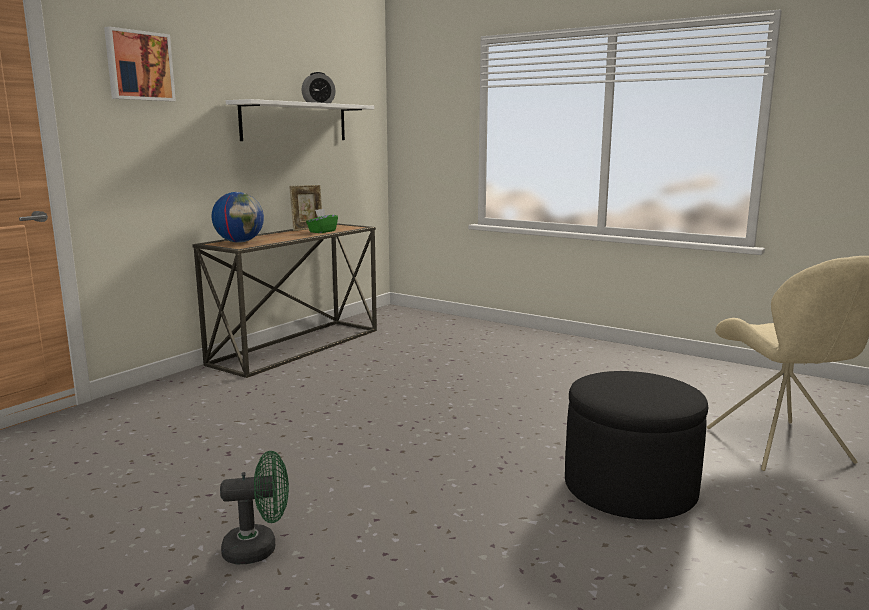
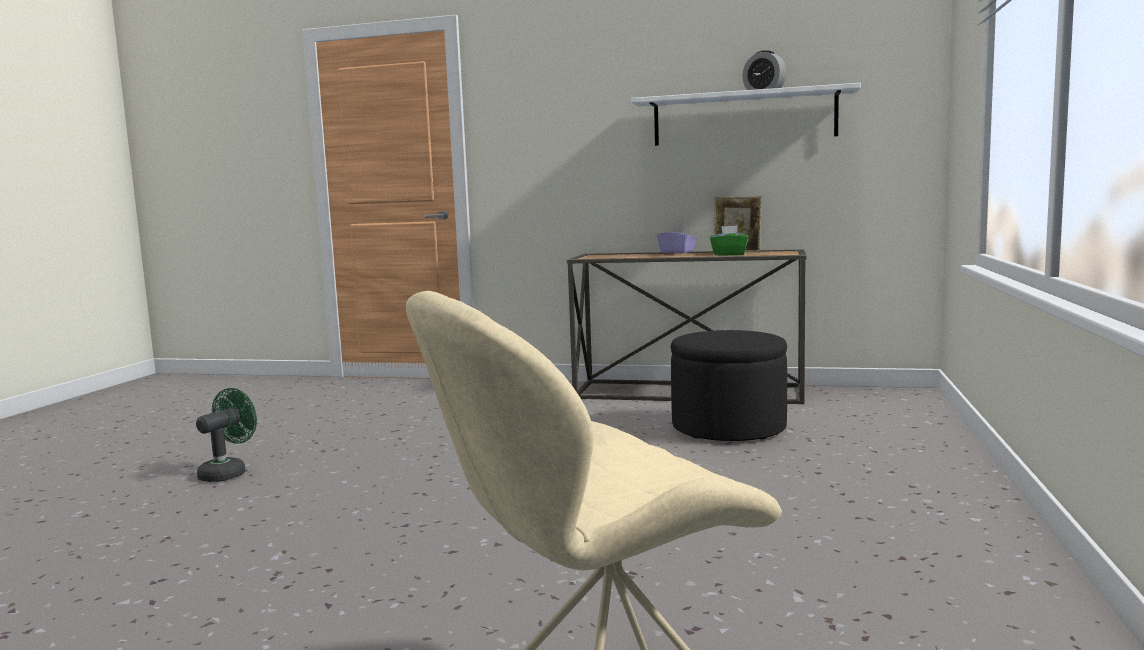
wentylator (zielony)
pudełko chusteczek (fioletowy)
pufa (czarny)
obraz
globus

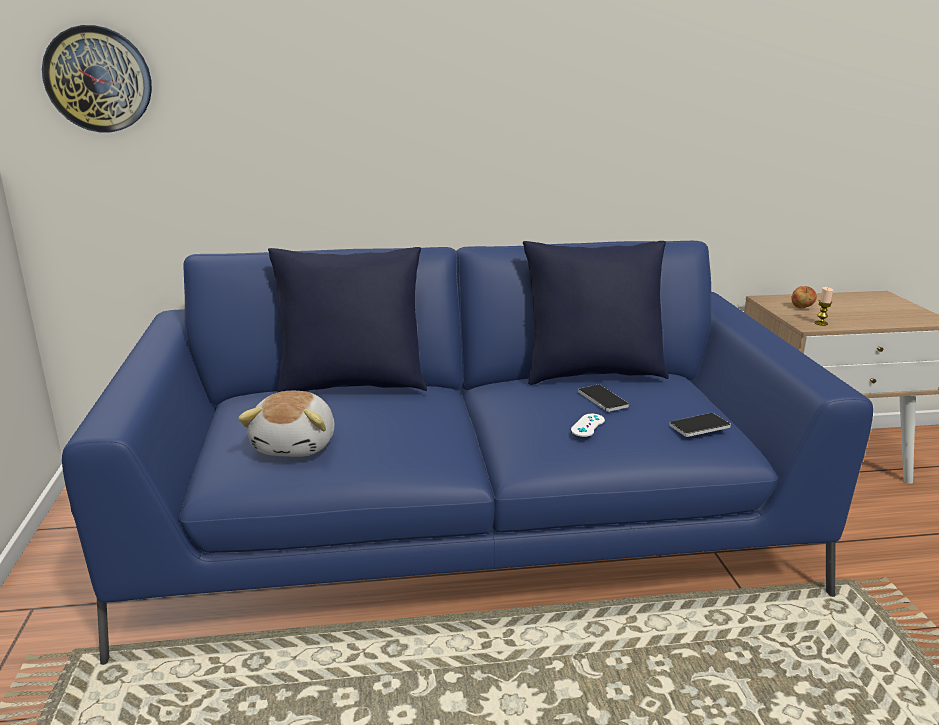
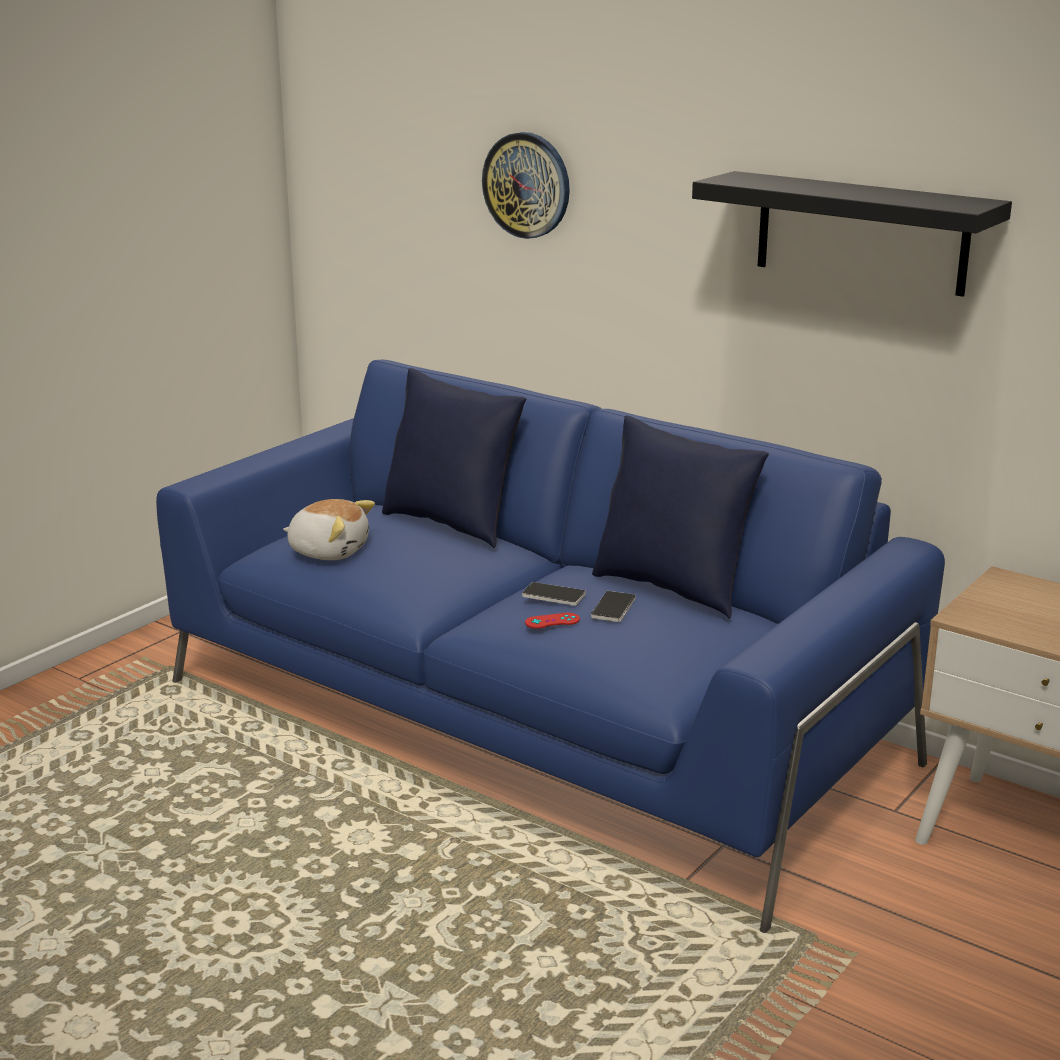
pluszak
zegar ścienny
telefon (1st from left)
pad do gier (czerwony)
półka (czarny)
jabłko
świeca

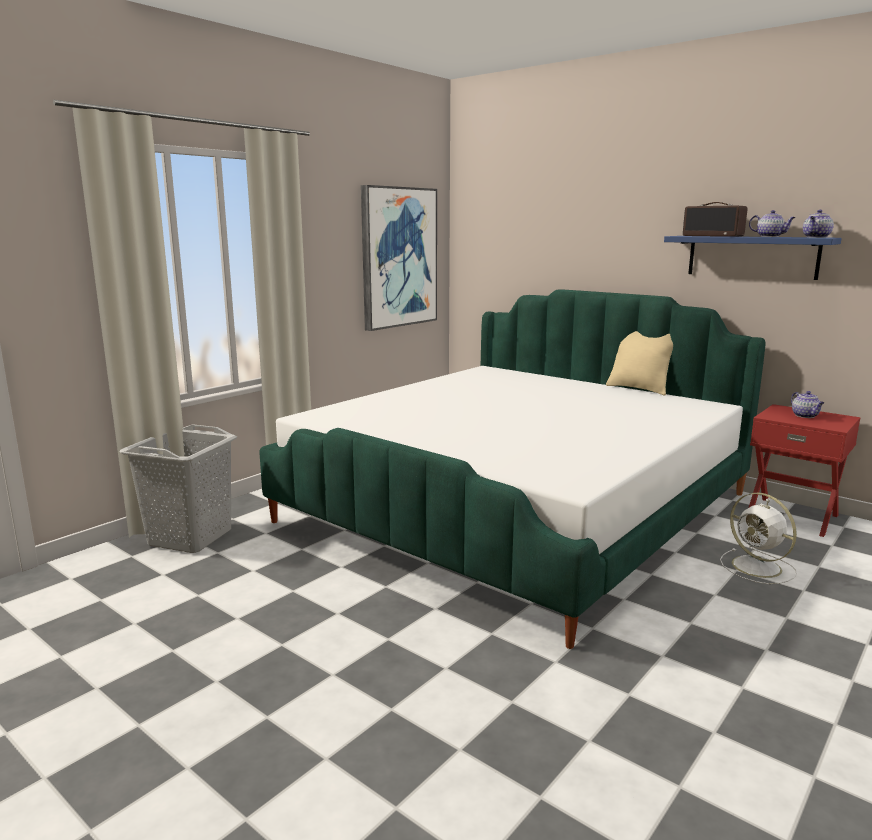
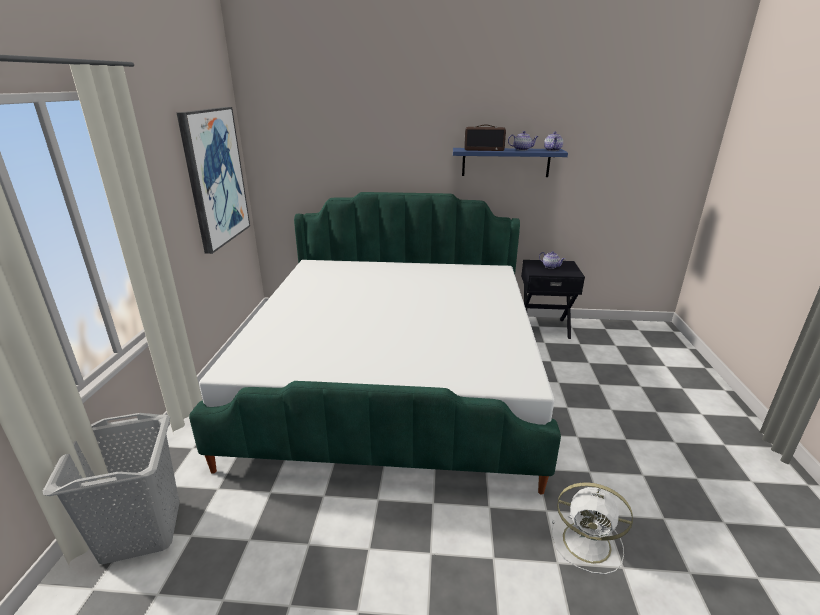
szafka nocna (czarny)
wentylator (biały)
poduszka (beżowy)

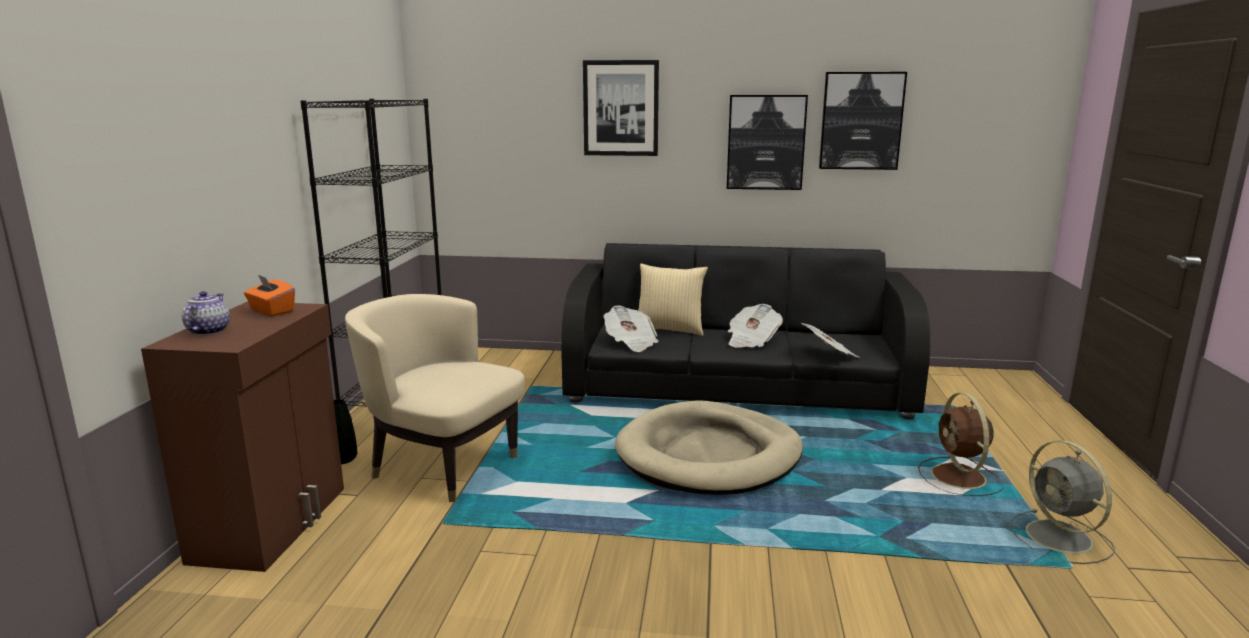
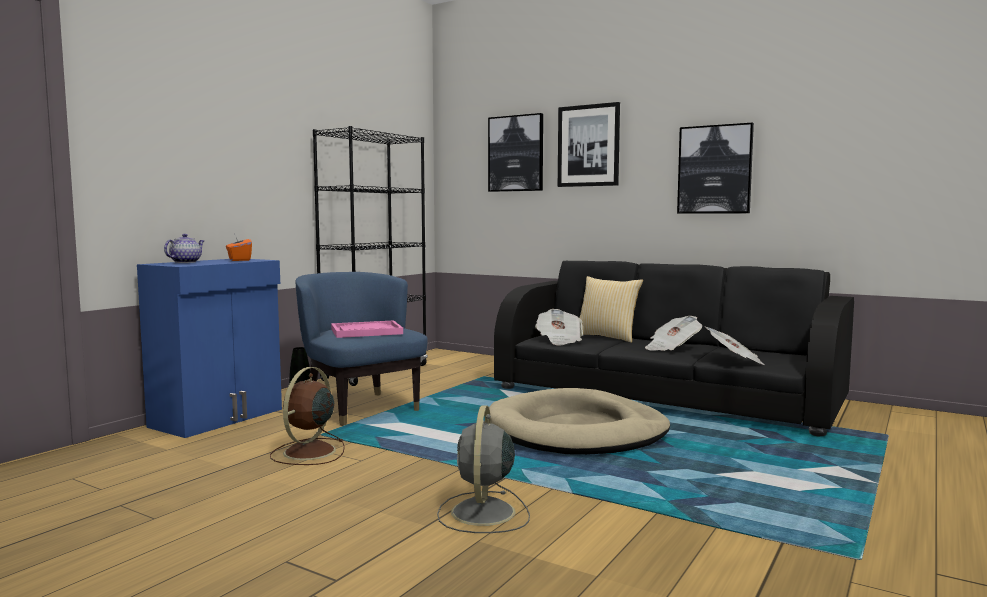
szafka (niebieski)
wentylator (brązowy)
fotel (niebieski)
taca (różowy)
wentylator (szary)
obraz (1st from left)

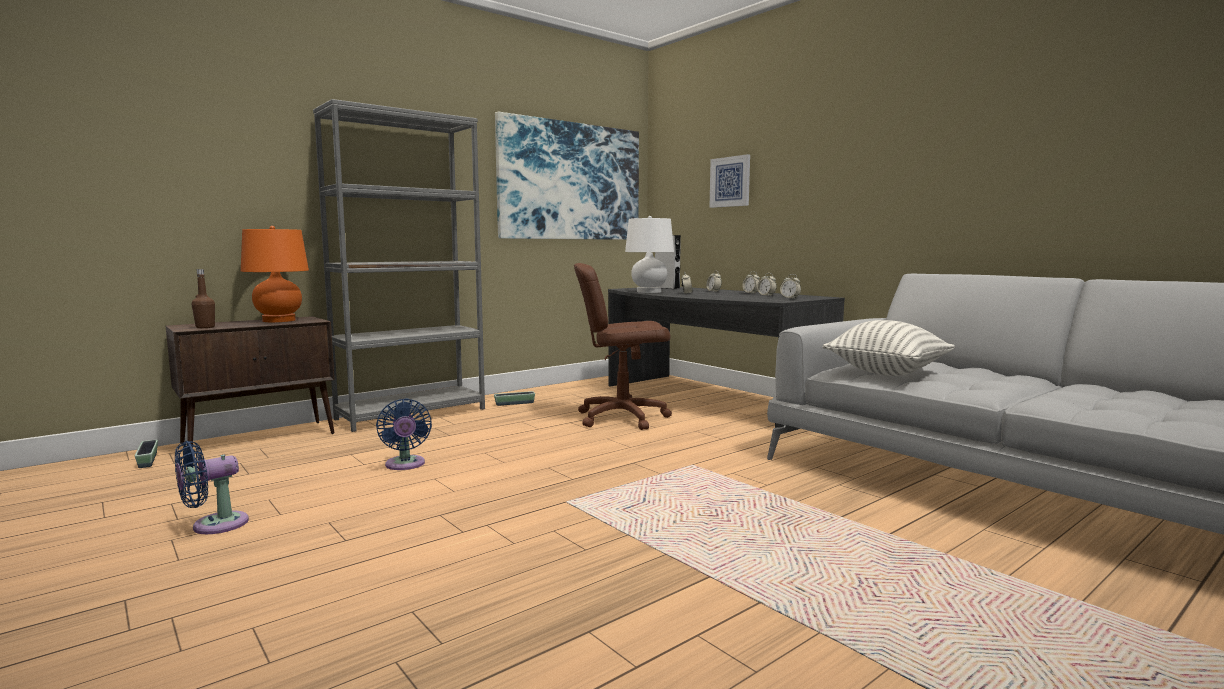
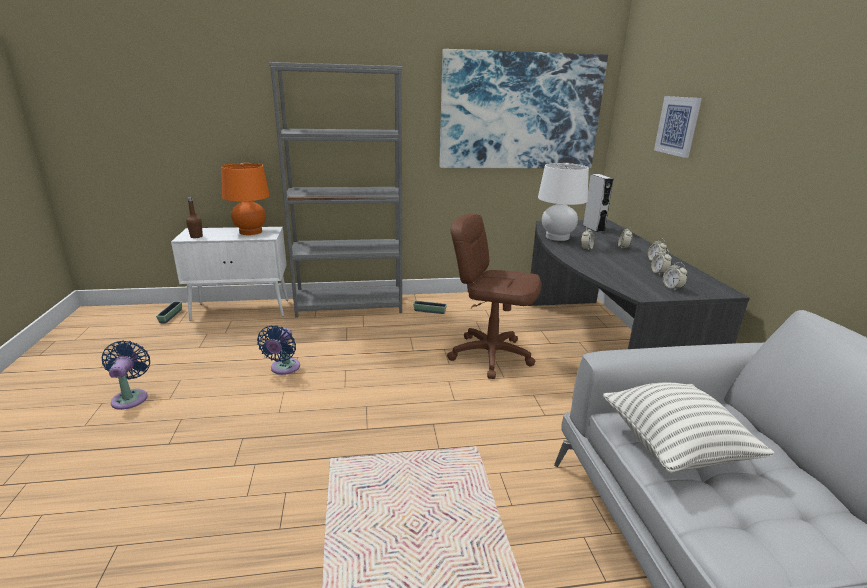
wentylator (niebieski) (1st from left)
szafka (biały)

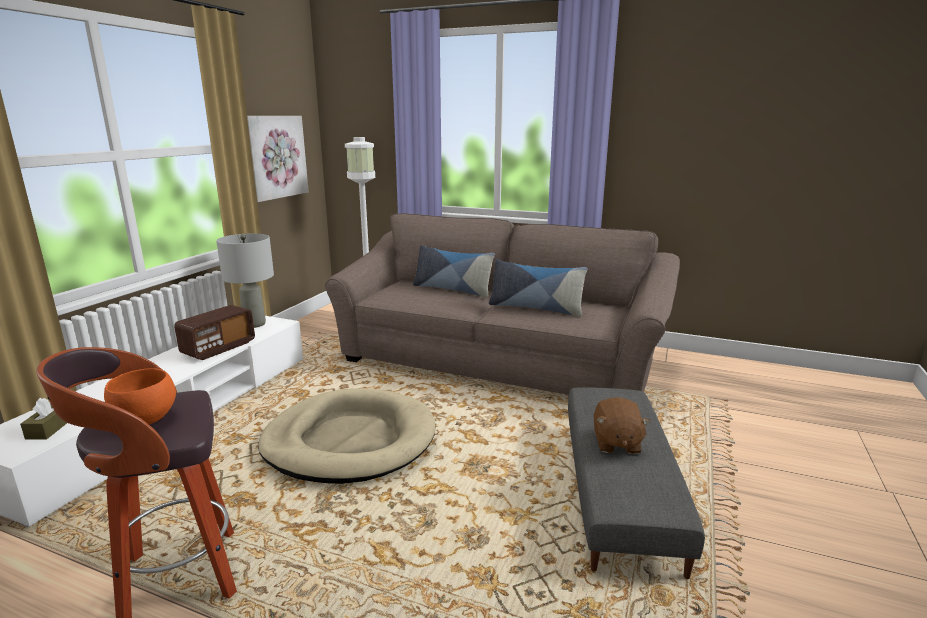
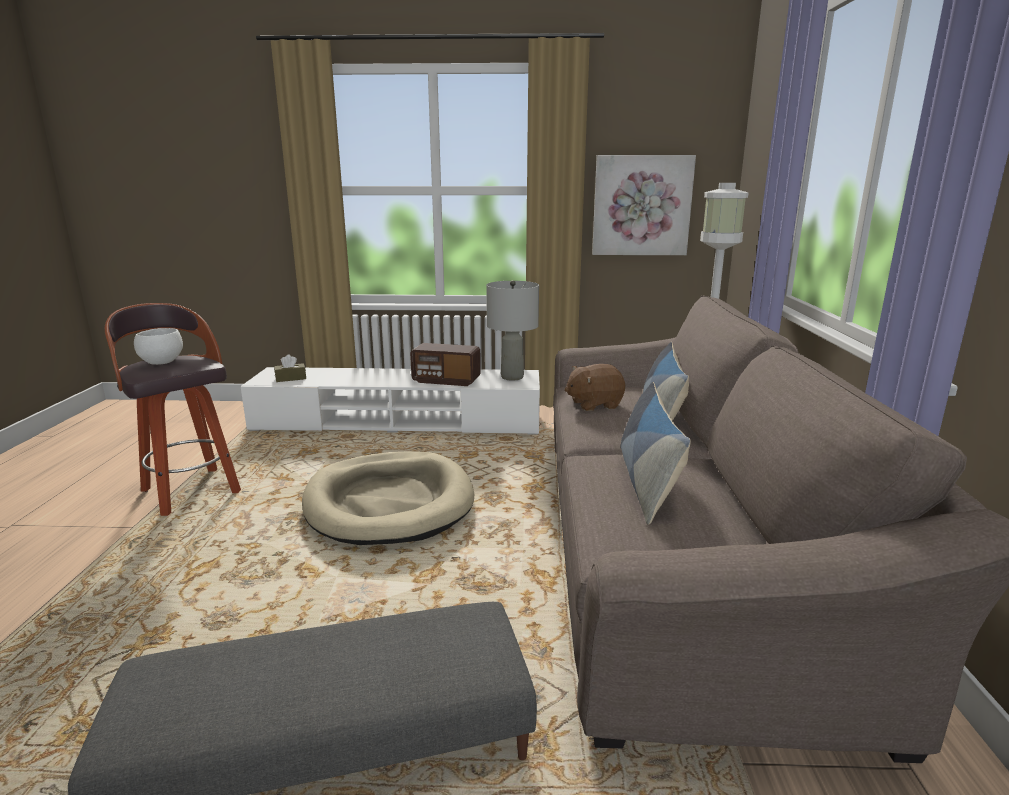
miska (biały)
pluszak (brązowy)

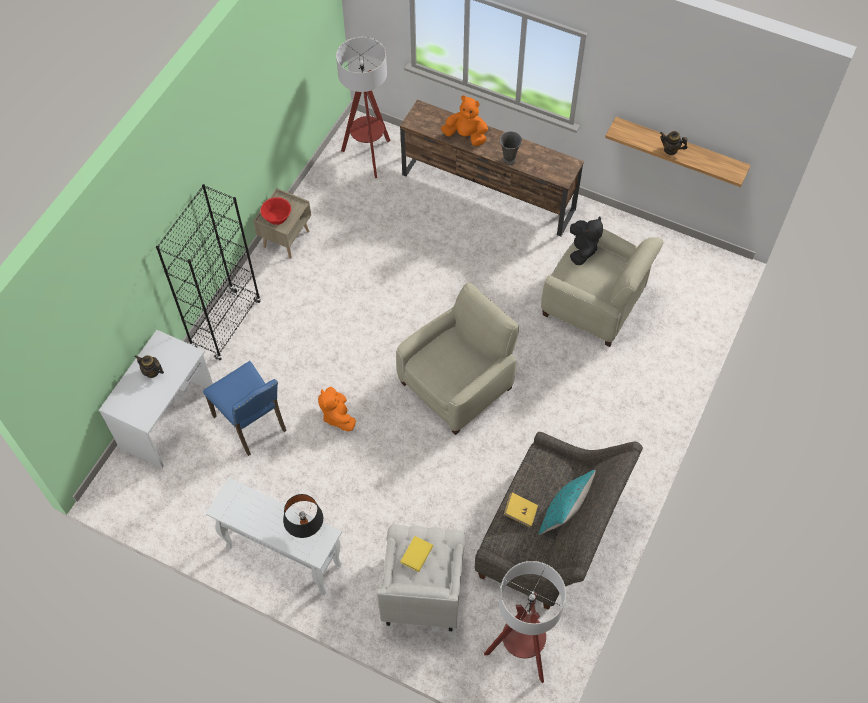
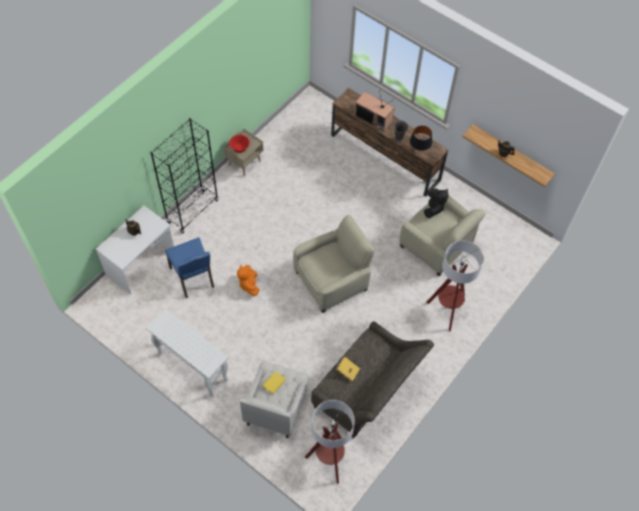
telewizor
lampa stołowa (czarny)
lampa stojąca (2nd from left)
poduszka (turkusowy)

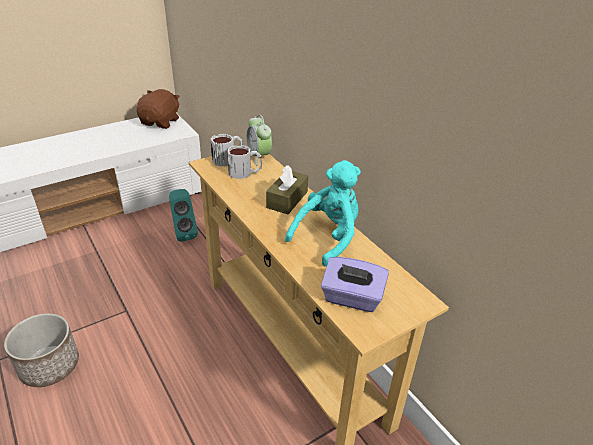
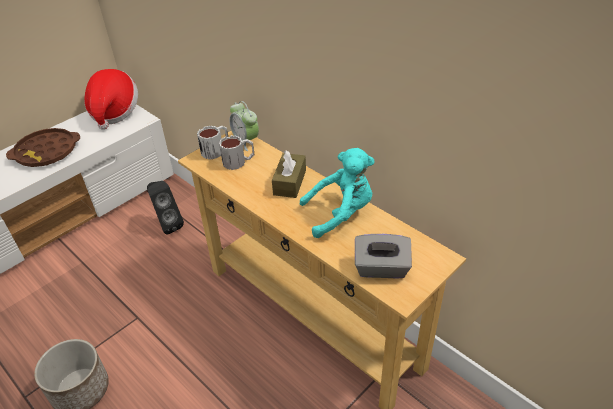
taca (brązowy)
kapelusz
głośnik (czarny)
pluszak (turkusowy)
pudełko chusteczek (szary)

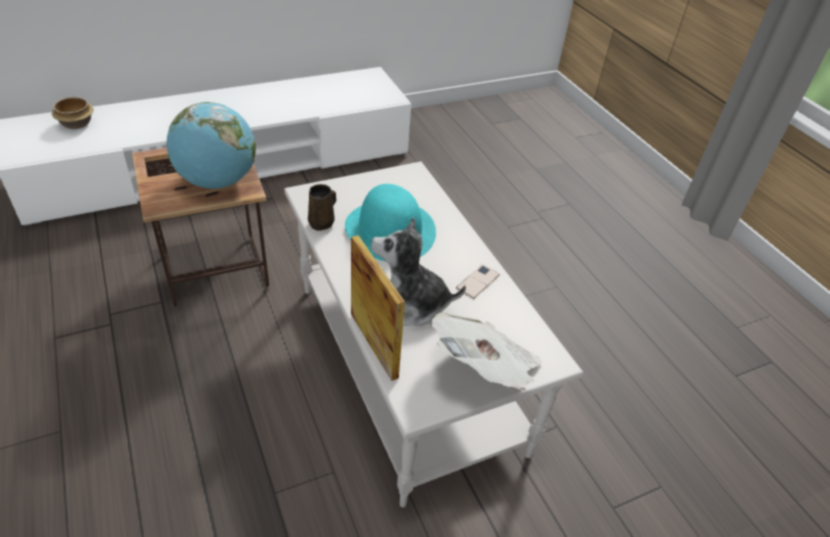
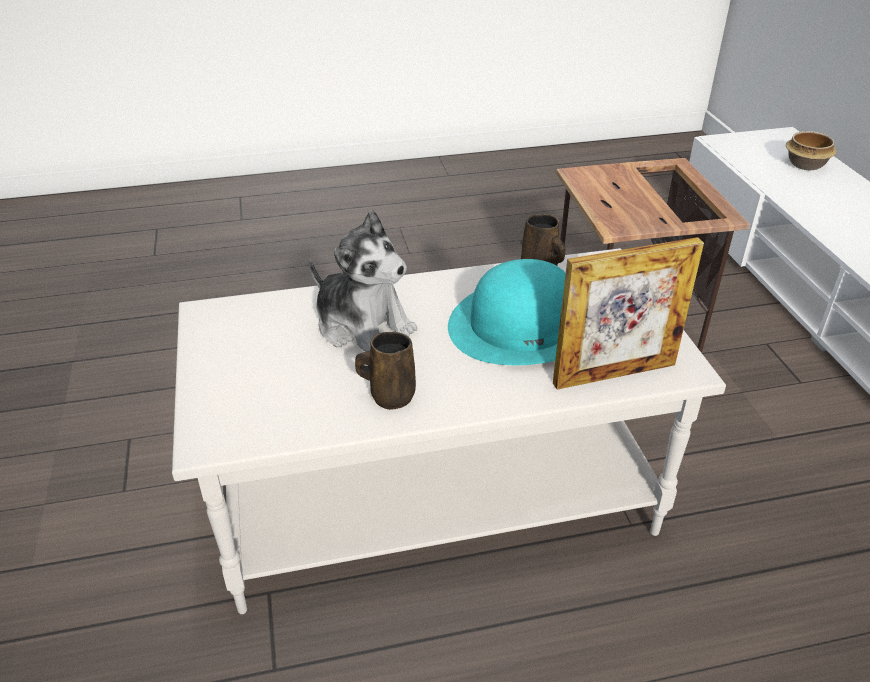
pluszak
kubek (brązowy) (1st from left)
ramka na zdjęcie
globus
gazeta

